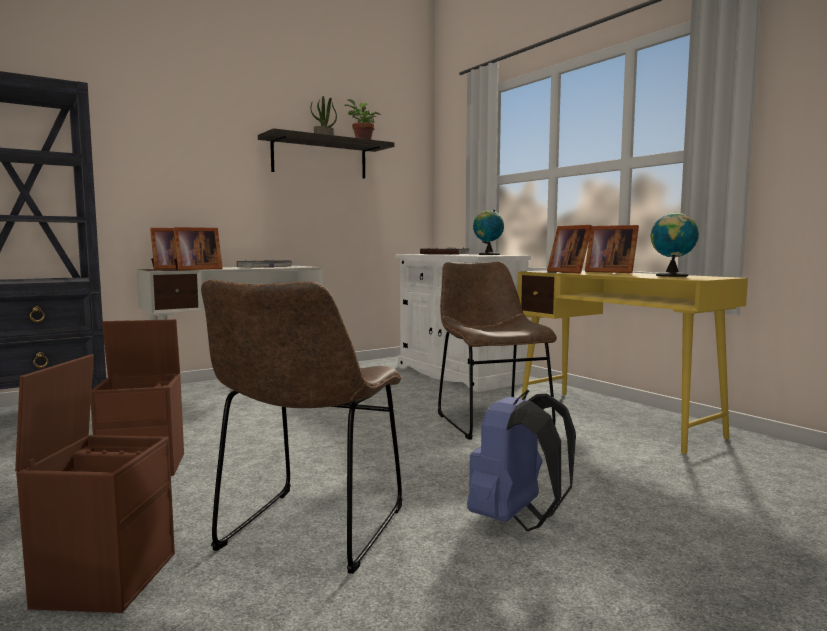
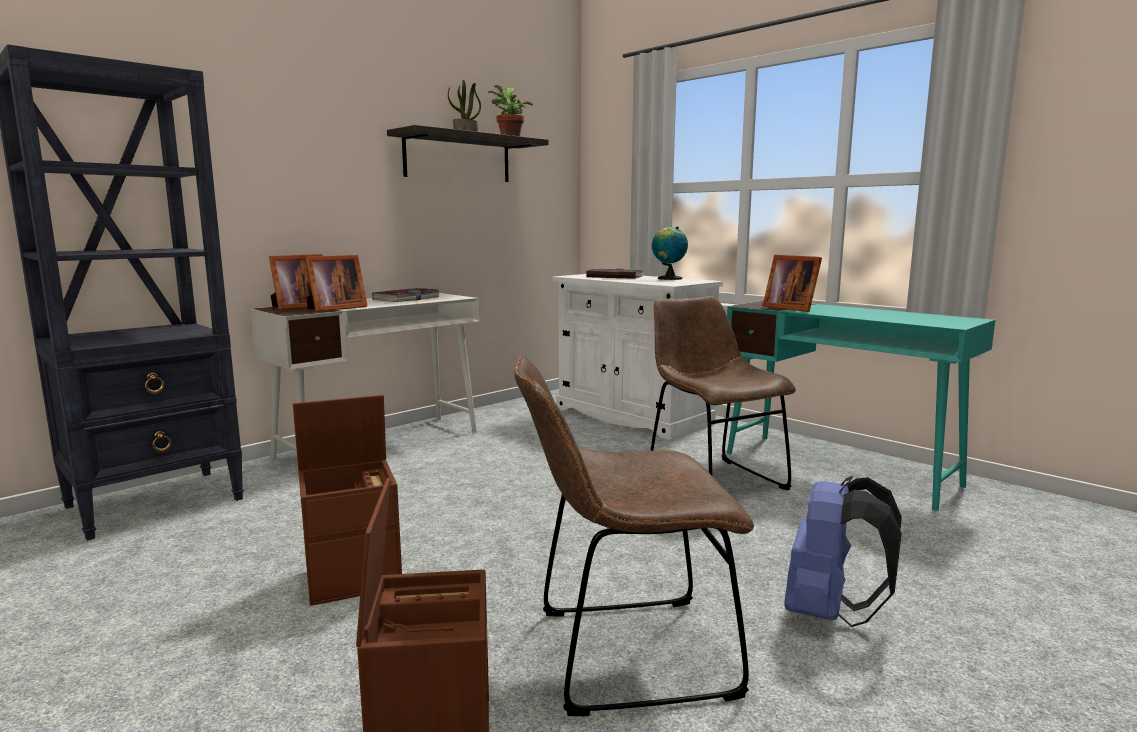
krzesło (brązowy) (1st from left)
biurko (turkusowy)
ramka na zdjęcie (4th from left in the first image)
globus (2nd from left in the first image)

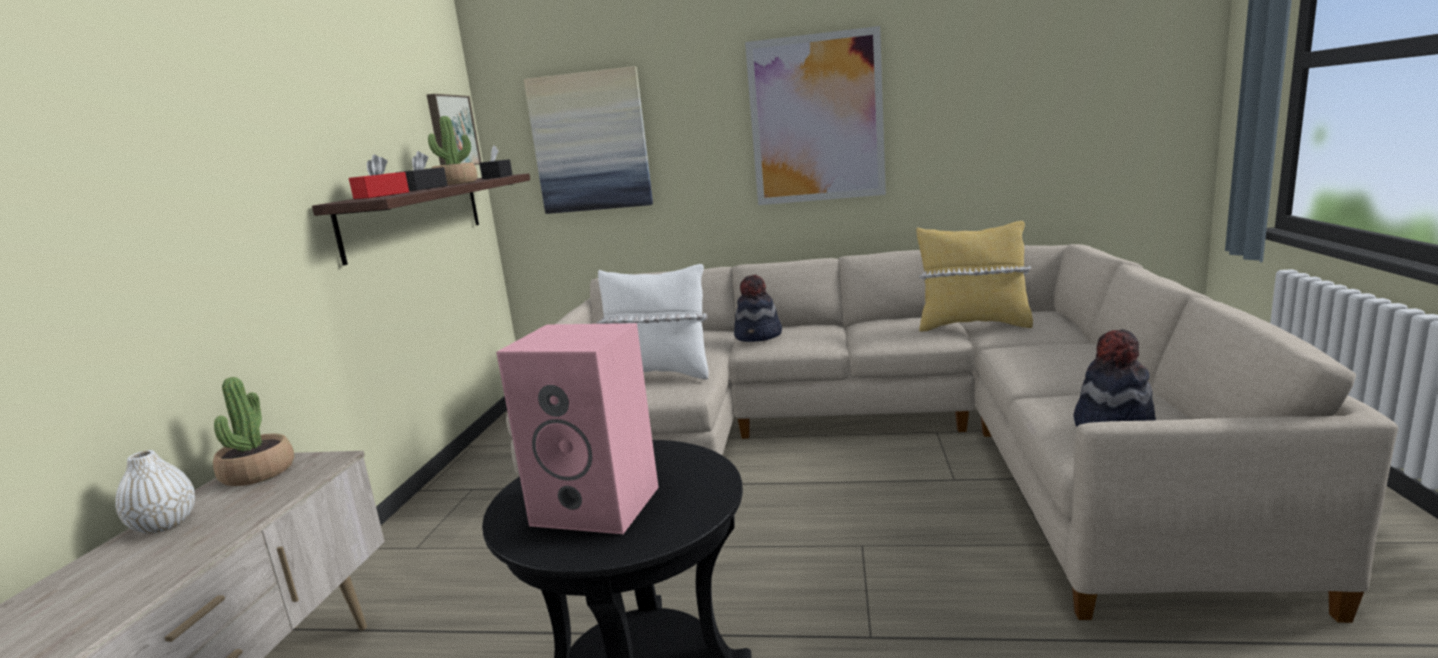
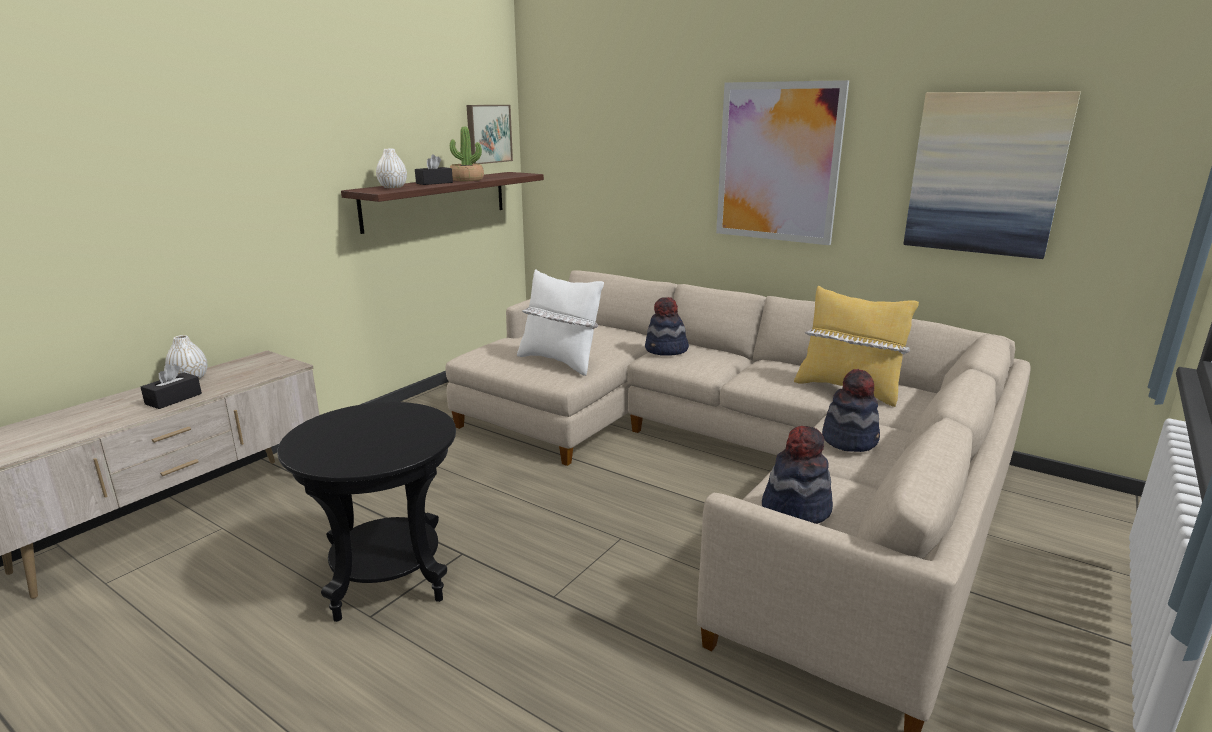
pudełko chusteczek (czarny) (1st from left)
wazon (biały) (2nd from left)
kapelusz (3rd from left)
obraz (3rd from left)
roślina doniczkowa (1st from left in the first image)
głośnik (różowy)

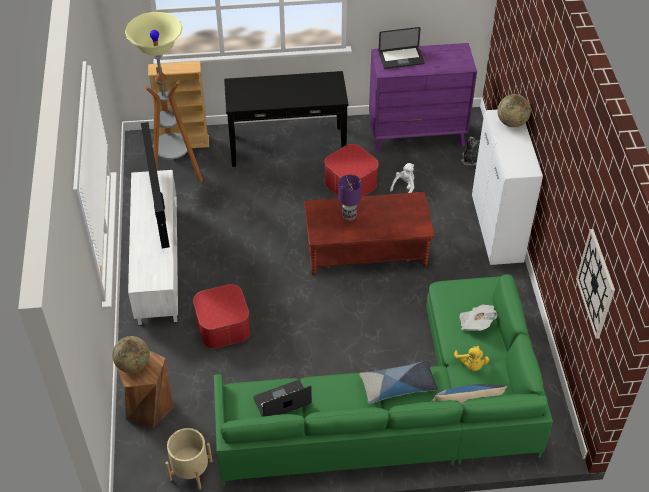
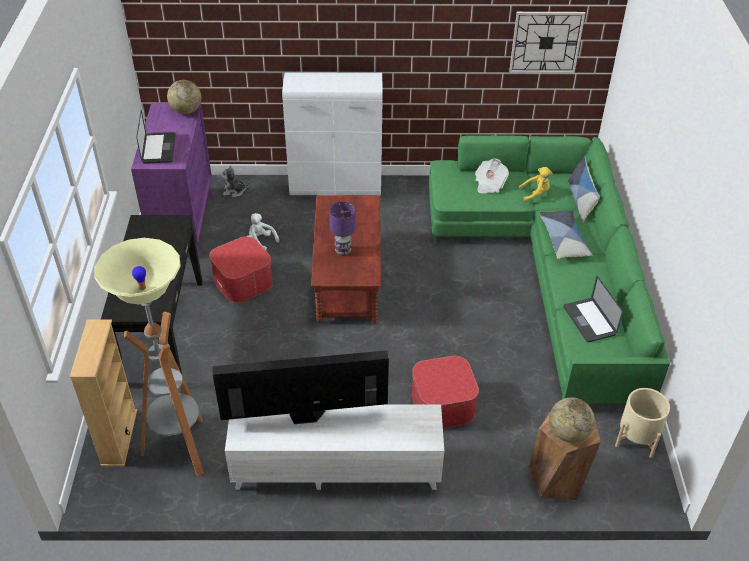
globus (1st from left)

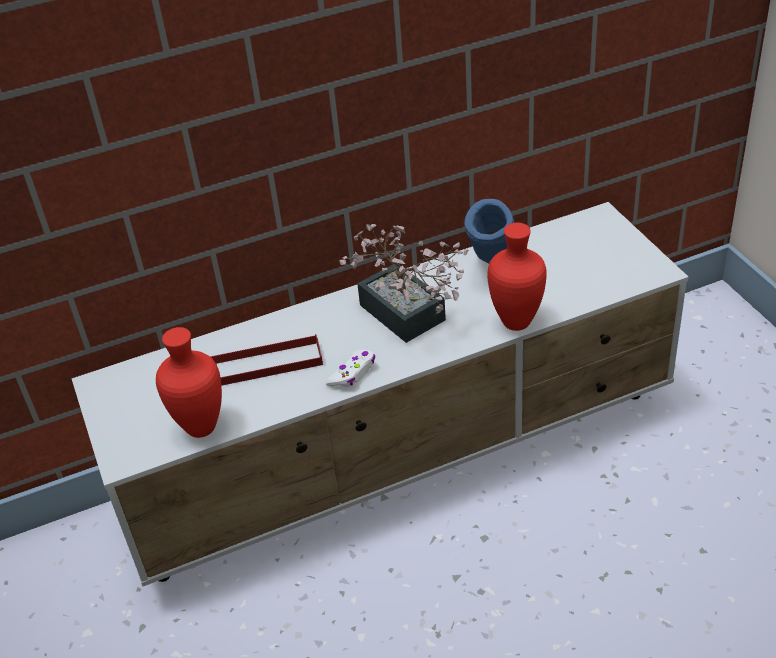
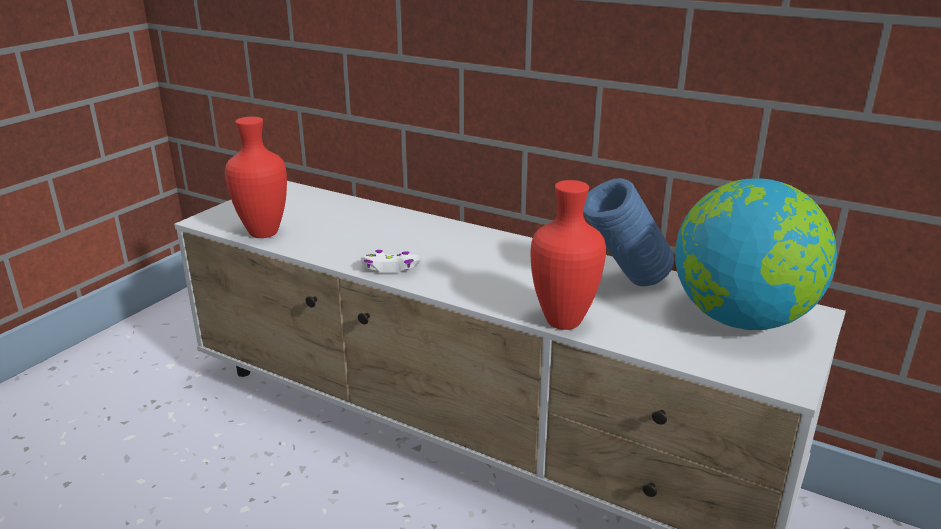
globus
taca (czerwony)
roślina doniczkowa

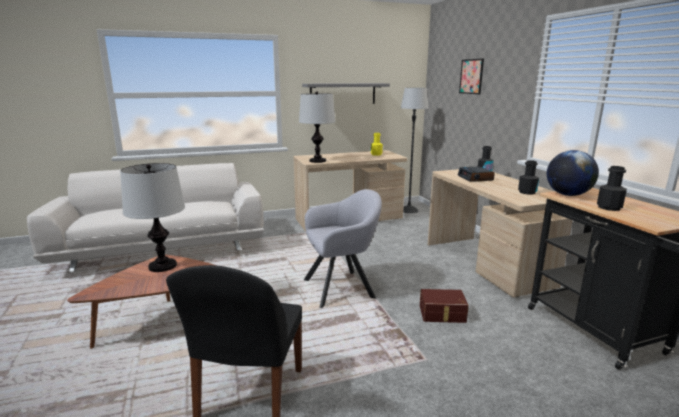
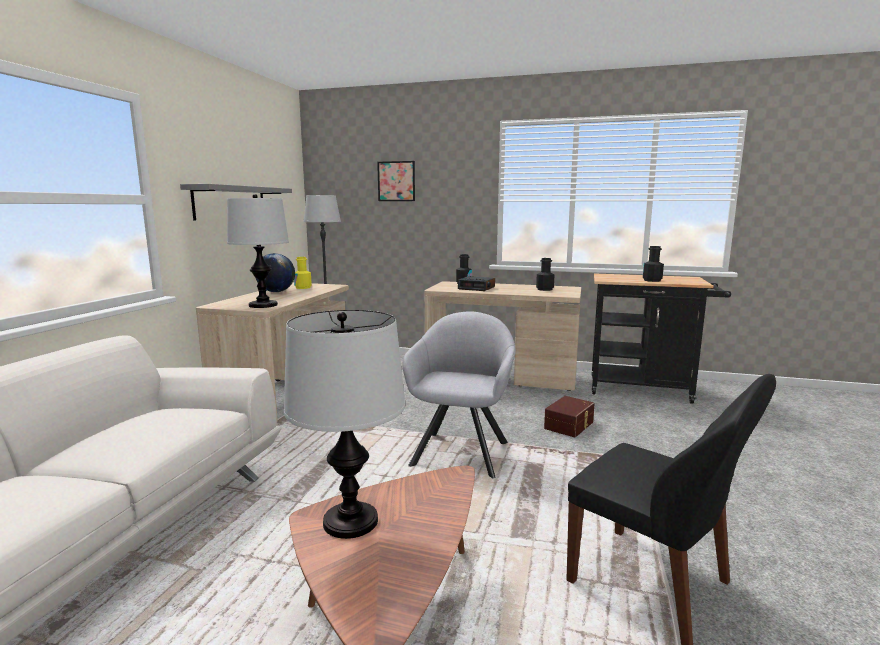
globus

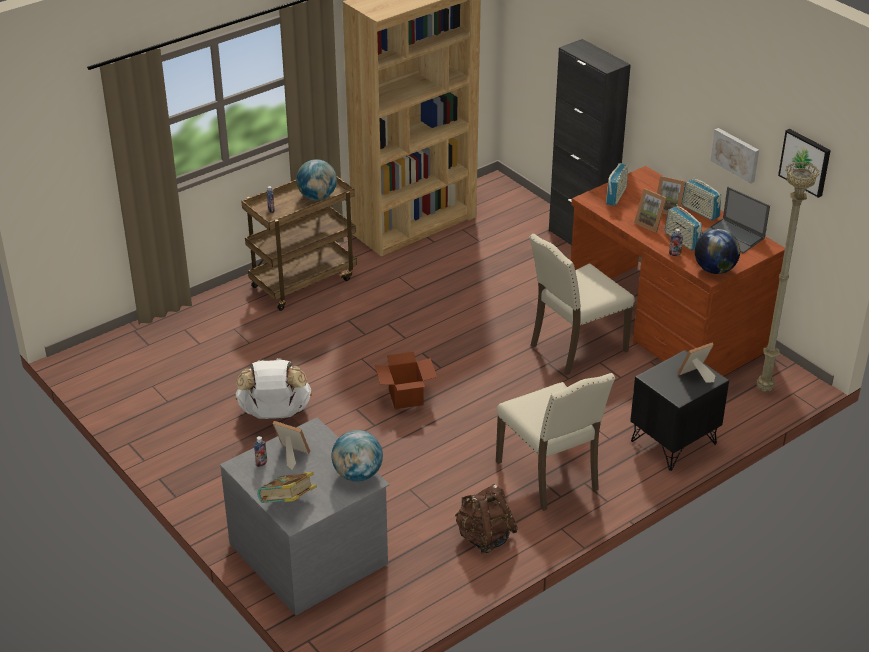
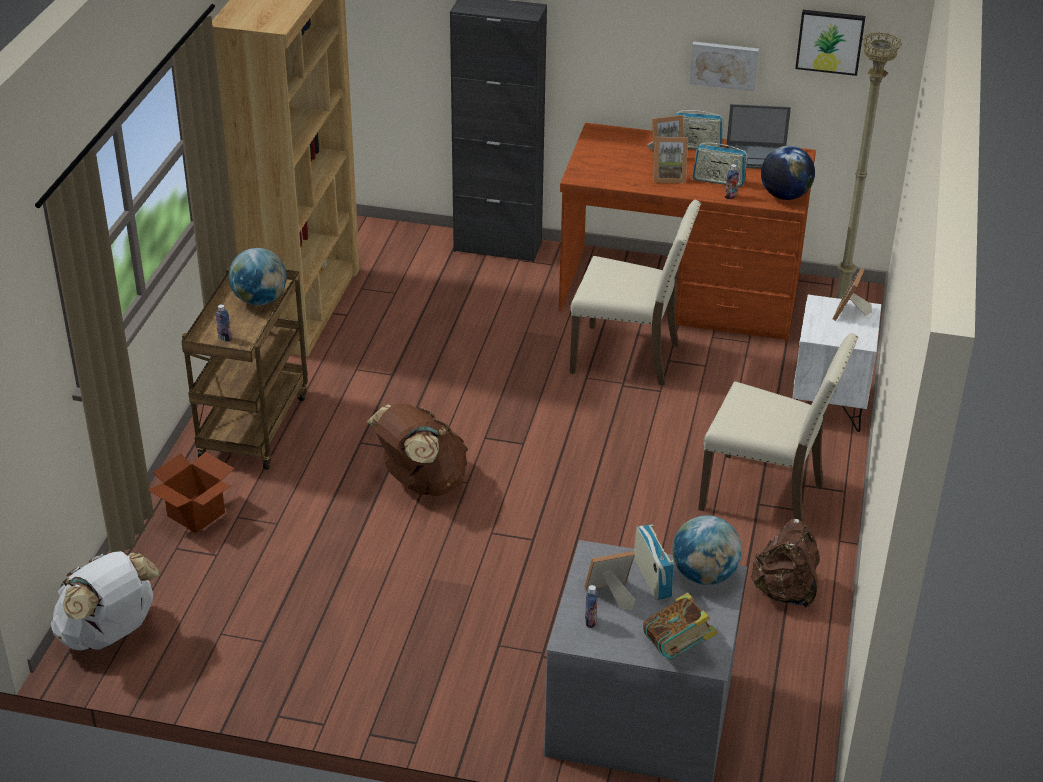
plecak (biały)
karton
plecak (brązowy) (1st from left)
krzesło (beżowy) (1st from left)
radio (1st from left)
szafka nocna (biały)

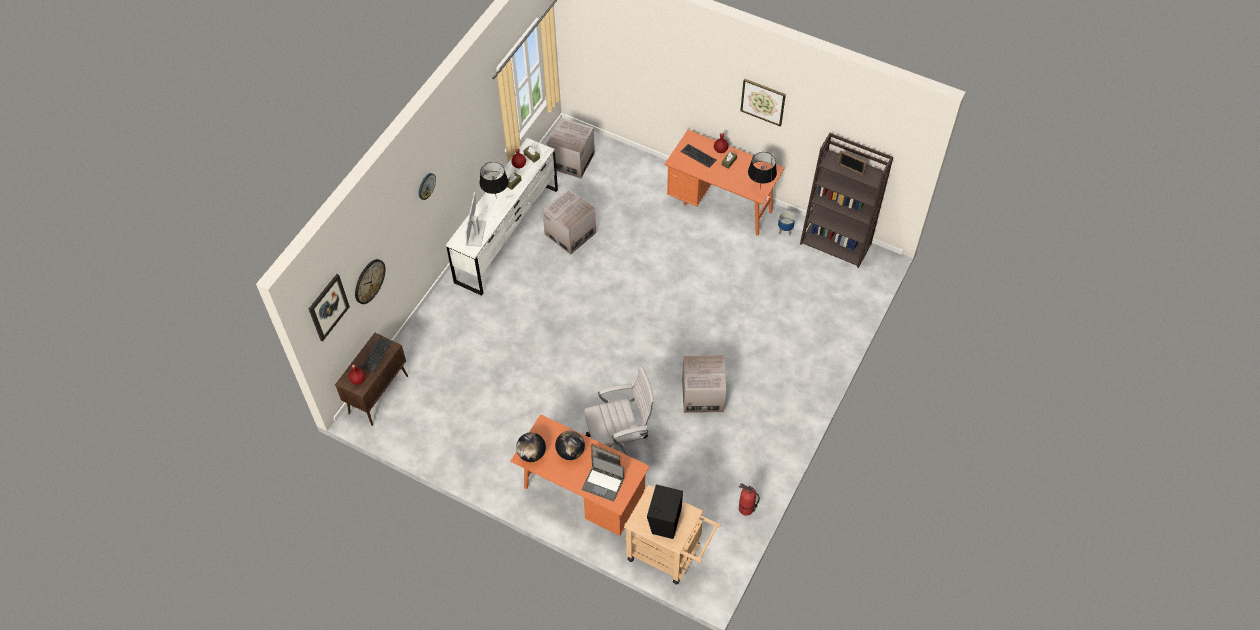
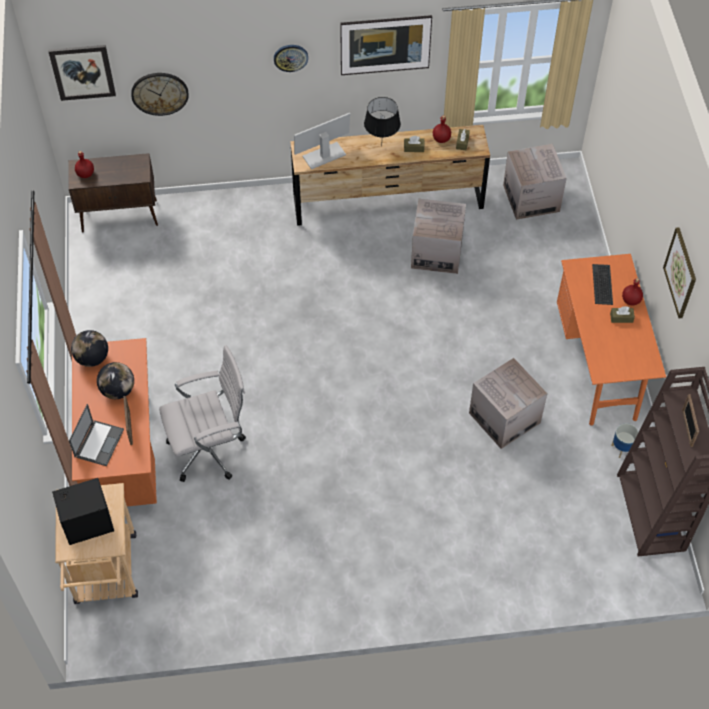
laptop
krzesło biurowe (biały)
komoda (brązowy)
obraz (2nd from left)
karton (2nd from left)
klawiatura (1st from left in the first image)
gaśnica
lampa stołowa (czarny) (2nd from left in the first image)

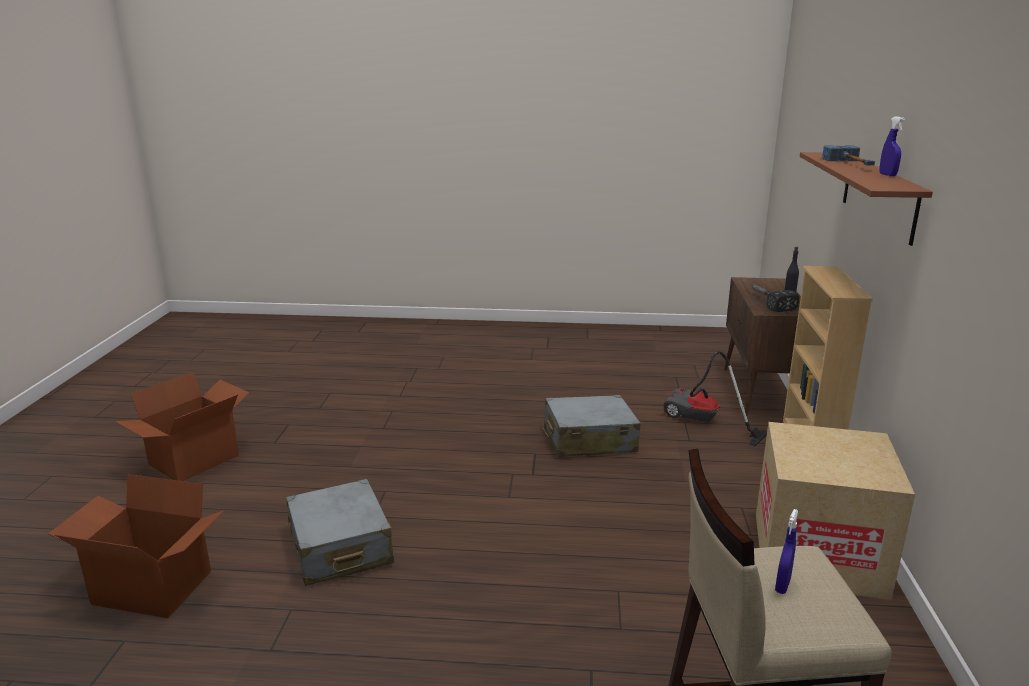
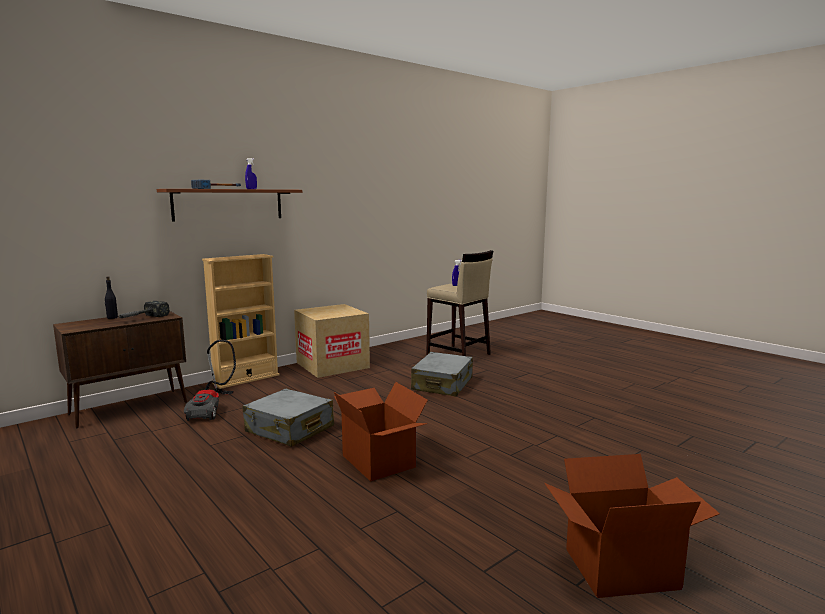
karton (2nd from left)
walizka (szary) (2nd from left)

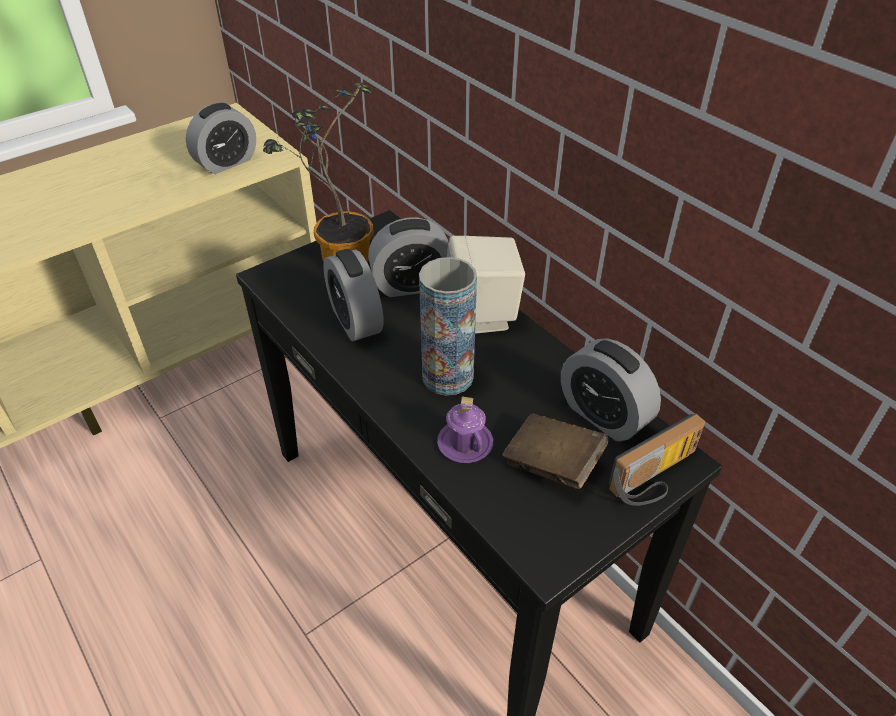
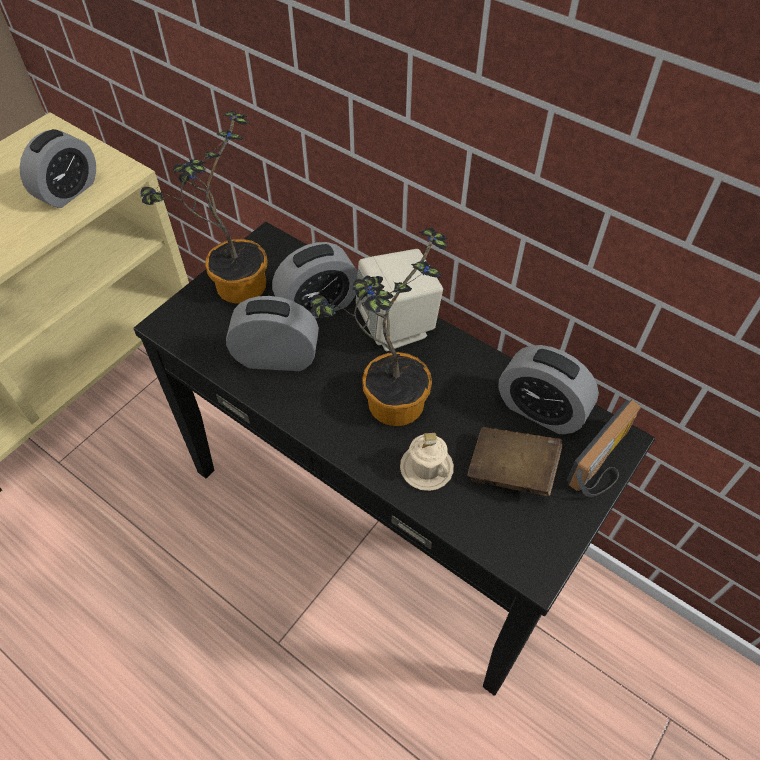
budzik (2nd from left)
roślina doniczkowa (2nd from left)
kubek (beżowy)

